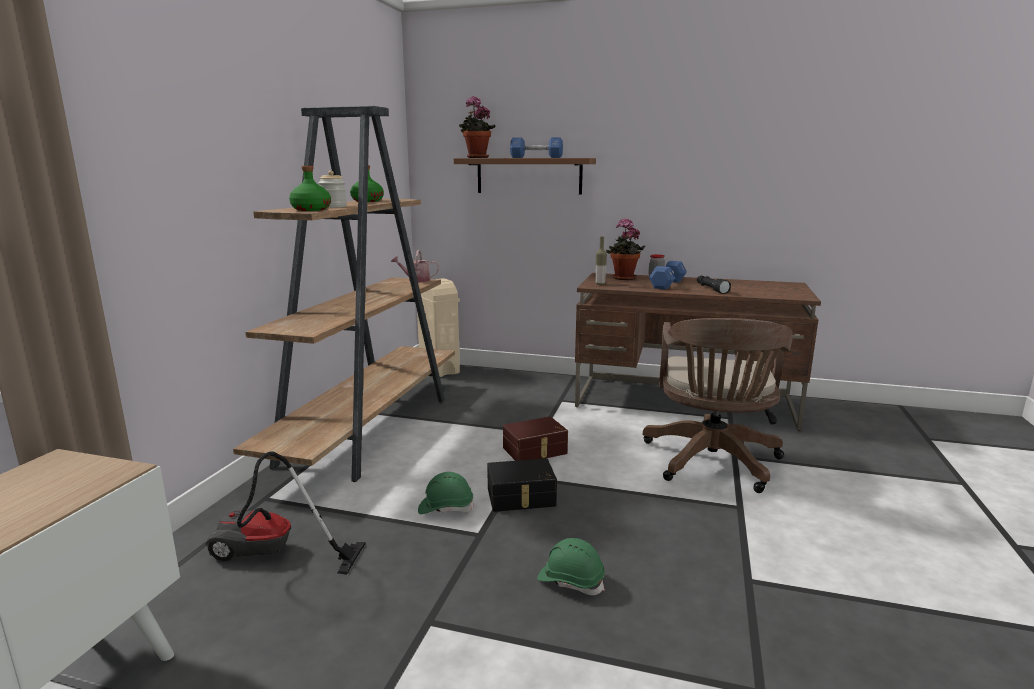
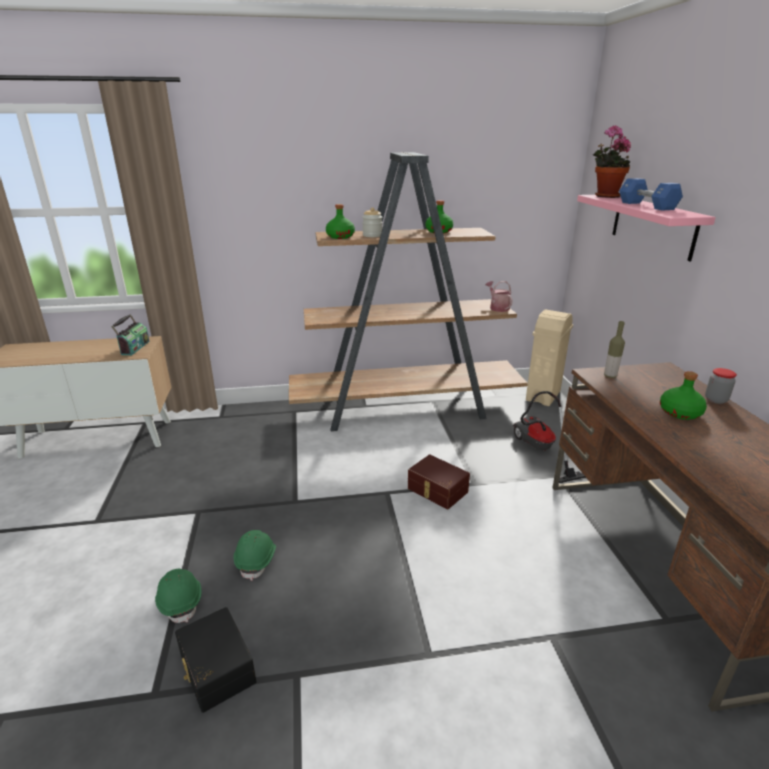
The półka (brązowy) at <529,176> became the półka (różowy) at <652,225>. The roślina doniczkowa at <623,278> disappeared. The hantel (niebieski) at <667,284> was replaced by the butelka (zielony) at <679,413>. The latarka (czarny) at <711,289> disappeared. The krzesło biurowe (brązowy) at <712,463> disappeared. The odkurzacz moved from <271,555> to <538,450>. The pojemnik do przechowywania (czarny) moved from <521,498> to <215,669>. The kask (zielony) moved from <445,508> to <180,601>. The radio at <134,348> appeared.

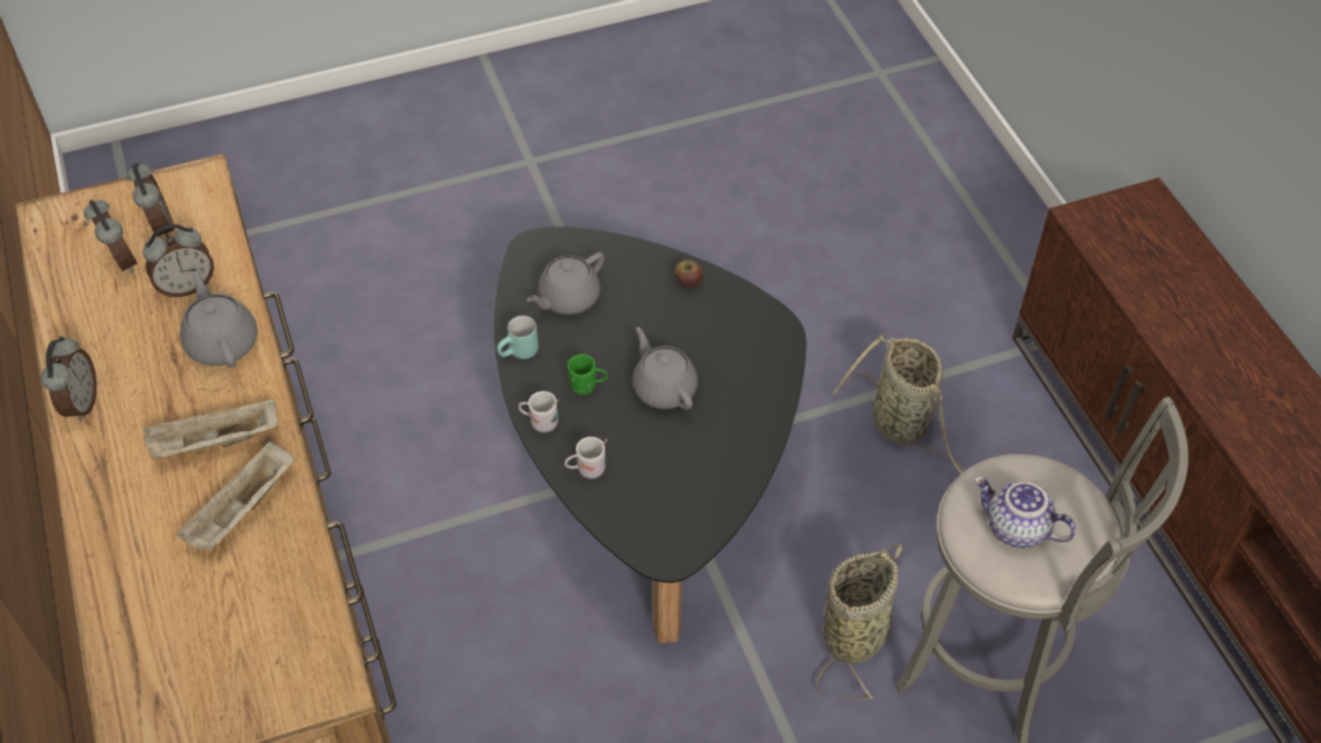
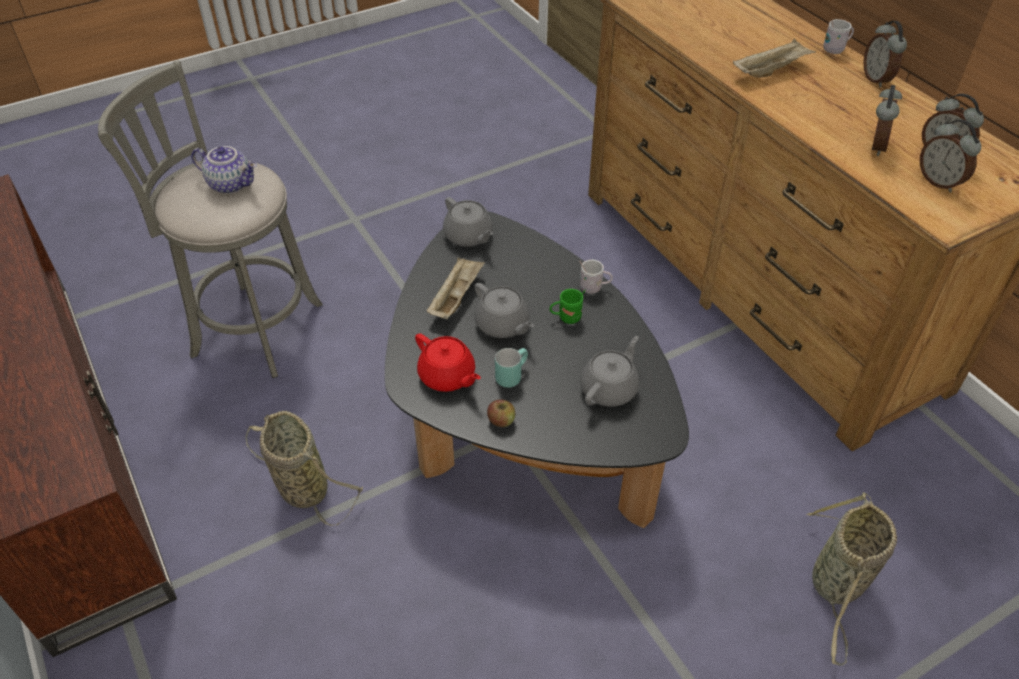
The budzik at <187,286> turned 150 degrees clockwise. The imbryk (szary) moved from <222,342> to <468,236>. The kubek (turkusowy) moved from <519,354> to <511,374>. The kubek (biały) moved from <587,470> to <835,49>. The taca (beżowy) moved from <242,511> to <456,297>. The koszyk moved from <856,633> to <837,585>. The imbryk (czerwony) at <447,376> appeared.

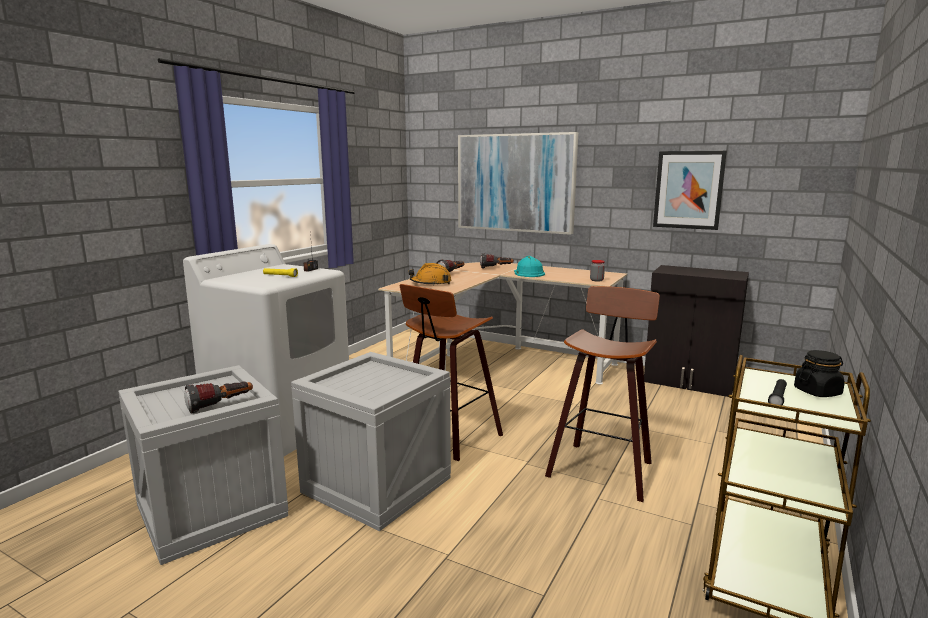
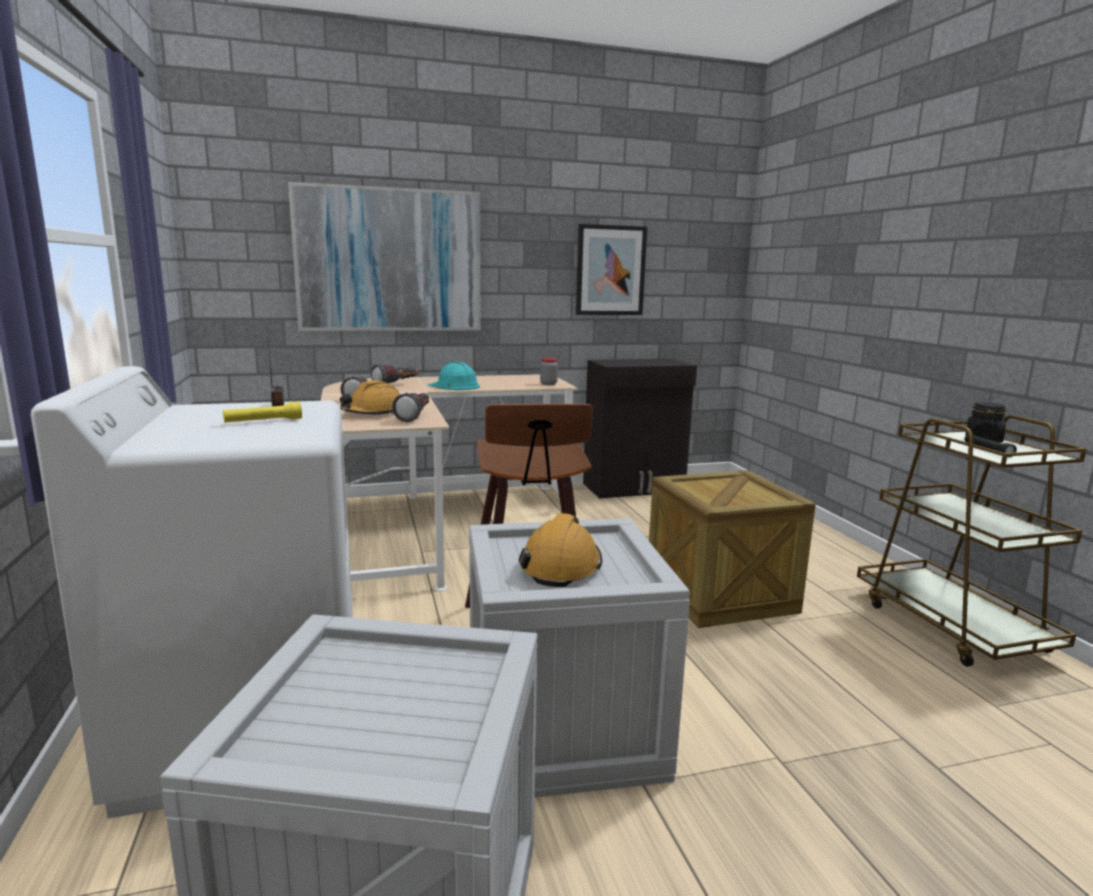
The stołek at <602,468> was replaced by the skrzynka at <720,594>. The latarka moved from <221,406> to <416,417>. The kask (pomarańczowy) at <561,566> appeared.

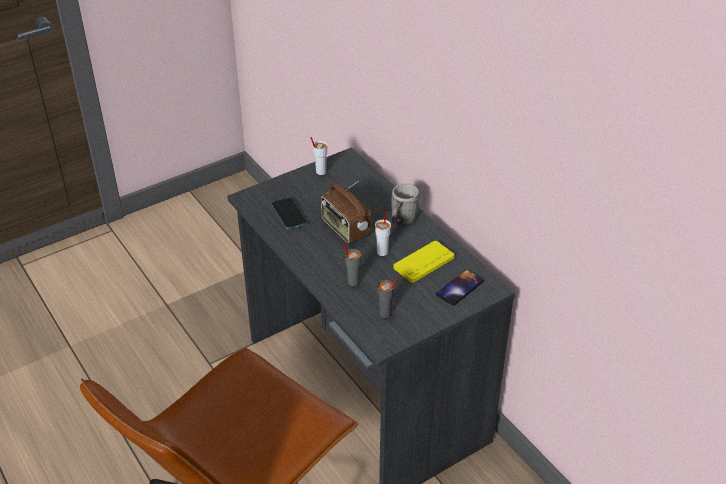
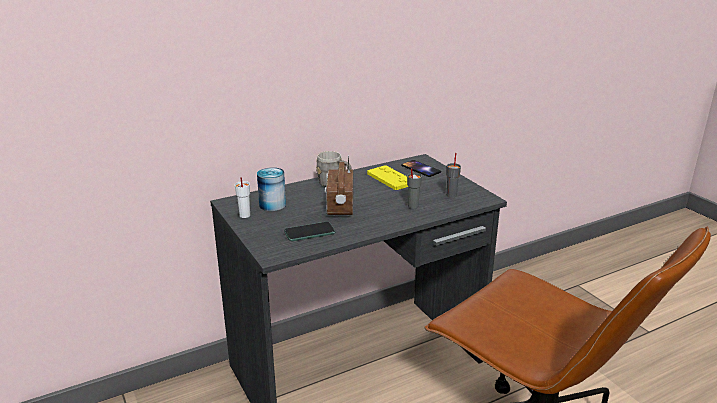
The radio at <345,229> turned 120 degrees clockwise. The filiżanka (biały) at <382,252> disappeared. The puszka at <272,205> appeared.

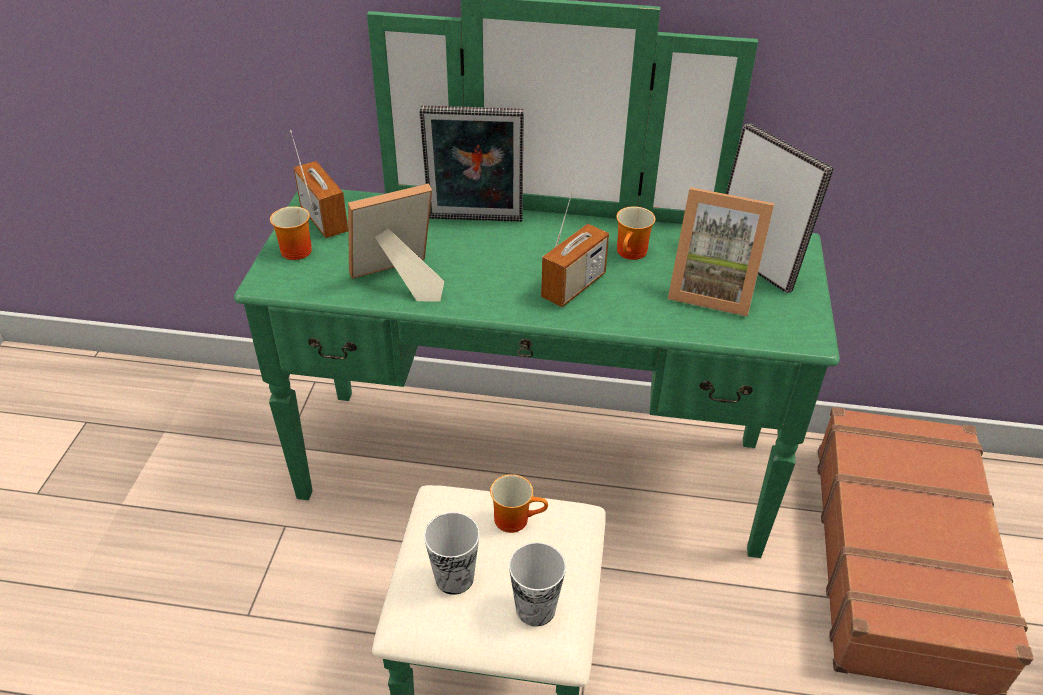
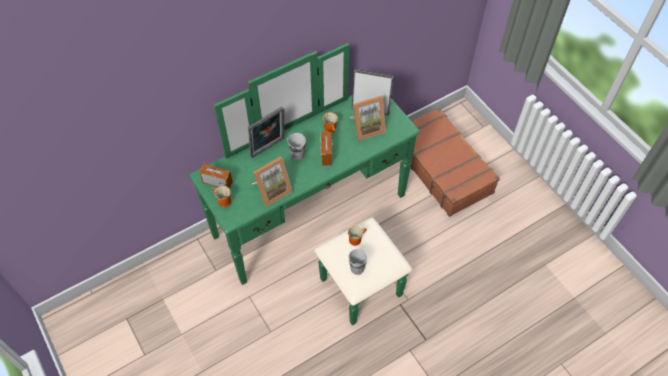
The ramka na zdjęcie at <397,282> turned 150 degrees counterclockwise. The filiżanka moved from <535,608> to <297,155>.

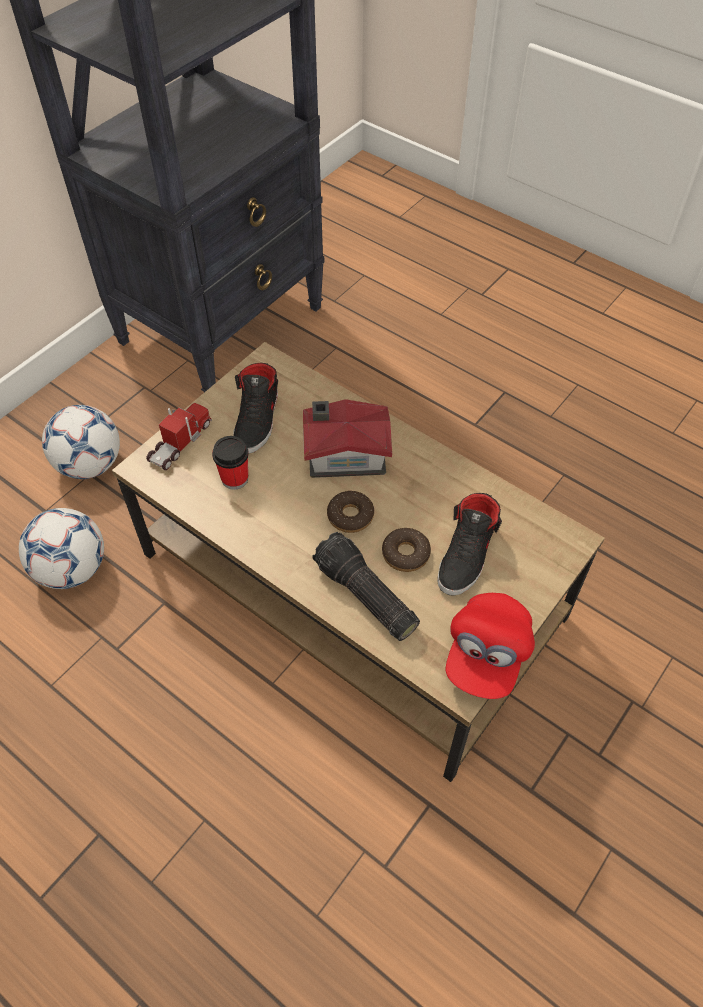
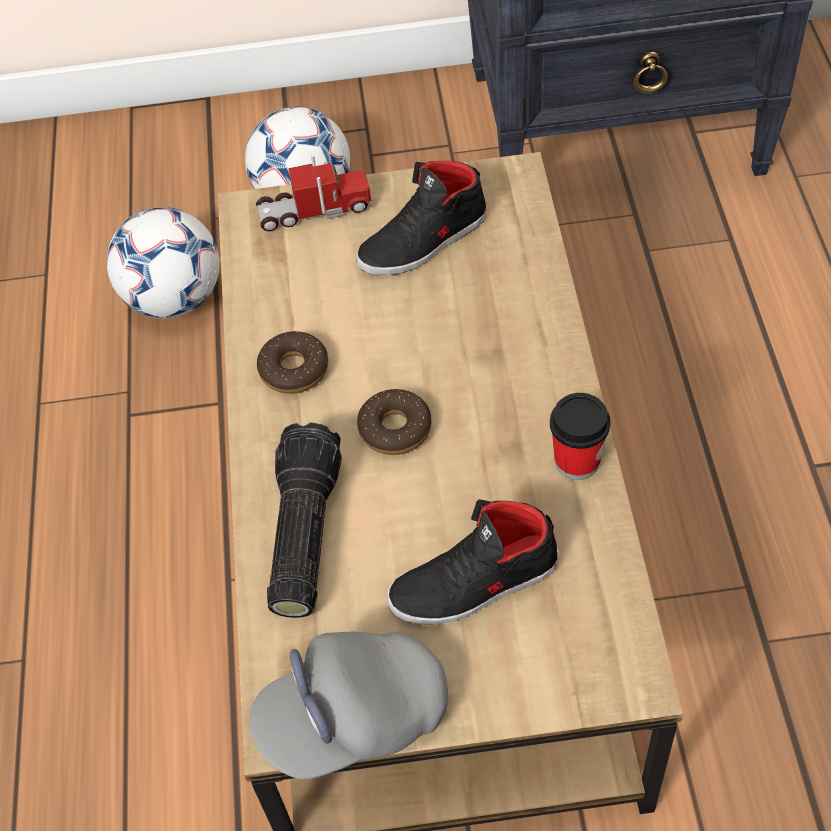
The domek at <344,454> disappeared. The filiżanka moved from <235,479> to <577,461>. The donut moved from <405,554> to <294,369>. The czapka z daszkiem (czerwony) at <486,654> became the czapka z daszkiem (szary) at <354,718>.

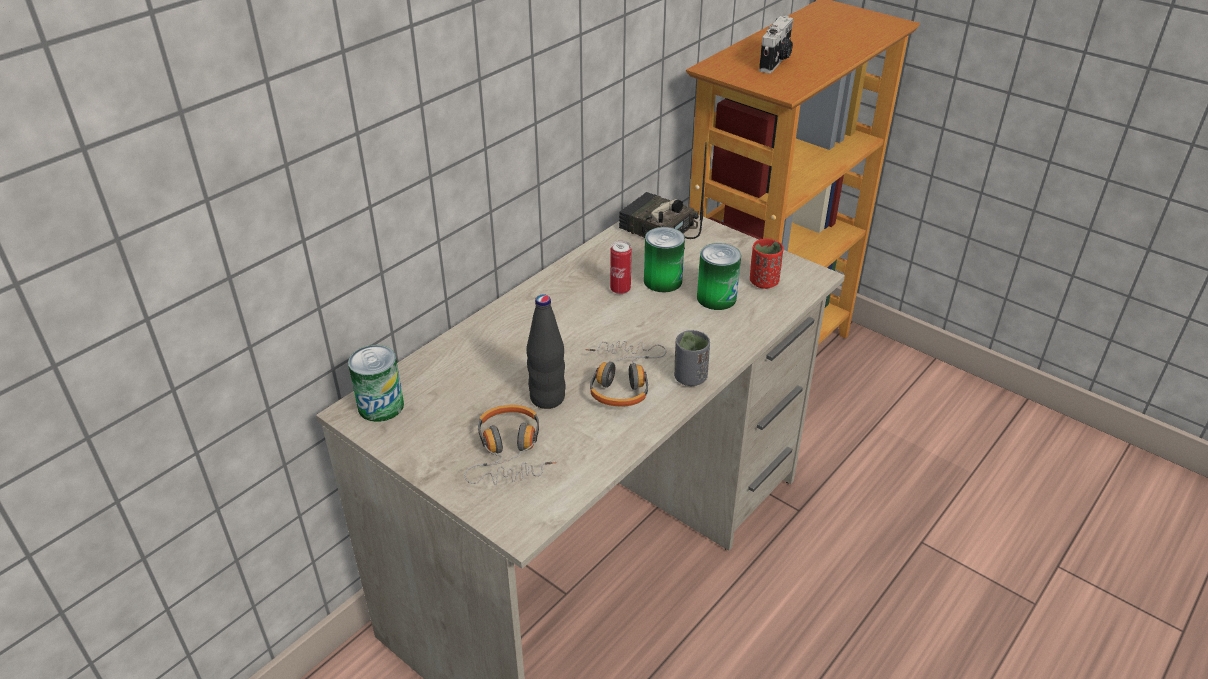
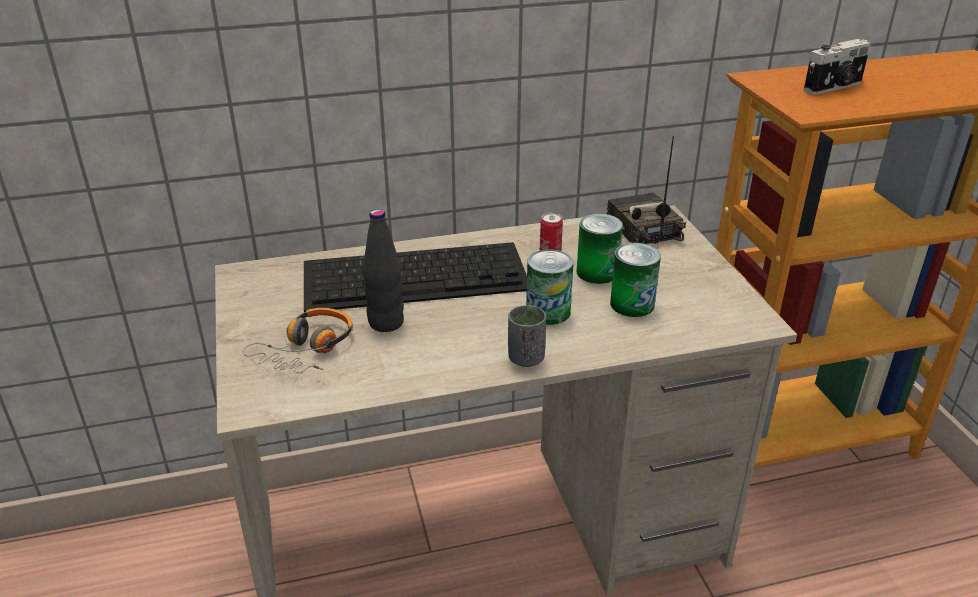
The filiżanka (czerwony) at <763,282> disappeared. The słuchawki at <622,380> disappeared. The puszka moved from <381,406> to <548,312>. The klawiatura at <417,275> appeared.

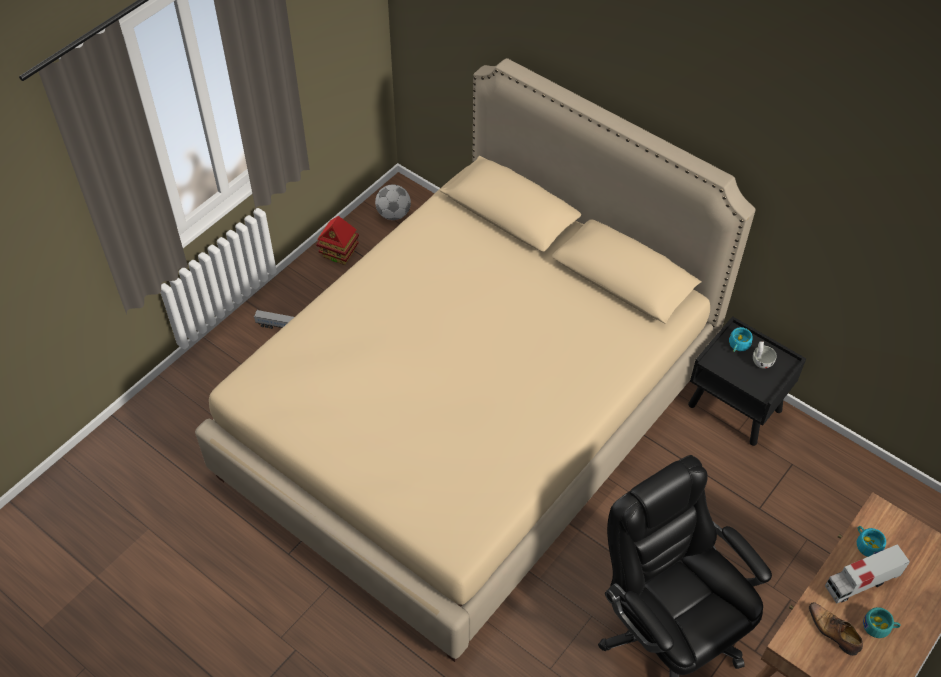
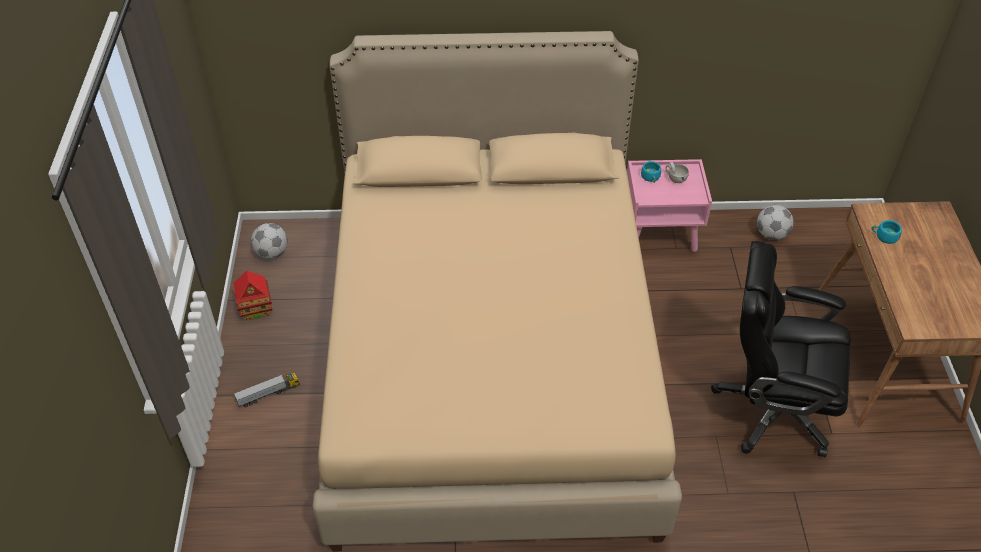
The szafka nocna (czarny) at <735,408> became the szafka nocna (różowy) at <660,235>. The ciężarówka zabawkowa at <861,582> disappeared. The but at <833,632> disappeared. The filiżanka (turkusowy) at <879,627> disappeared. The piłka futbolowa at <771,234> appeared.

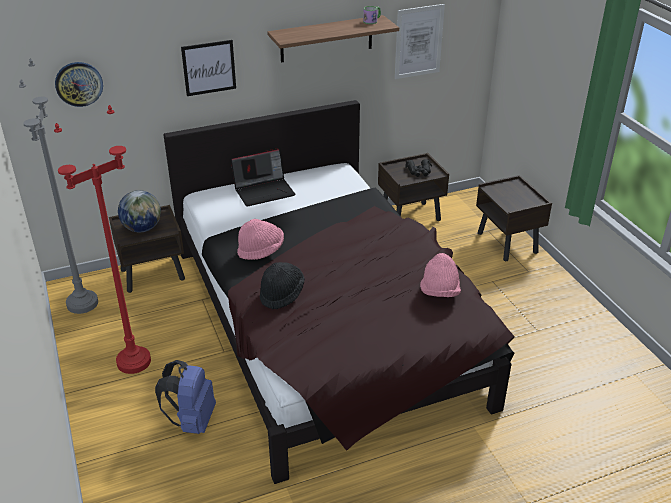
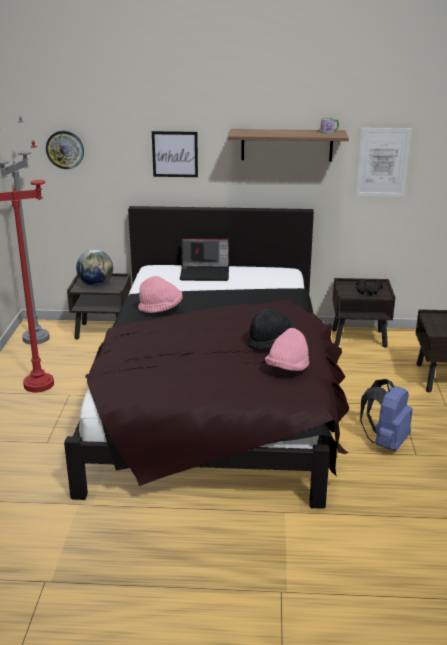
The kapelusz (czarny) moved from <281,294> to <270,342>. The plecak (niebieski) moved from <192,420> to <385,442>.

